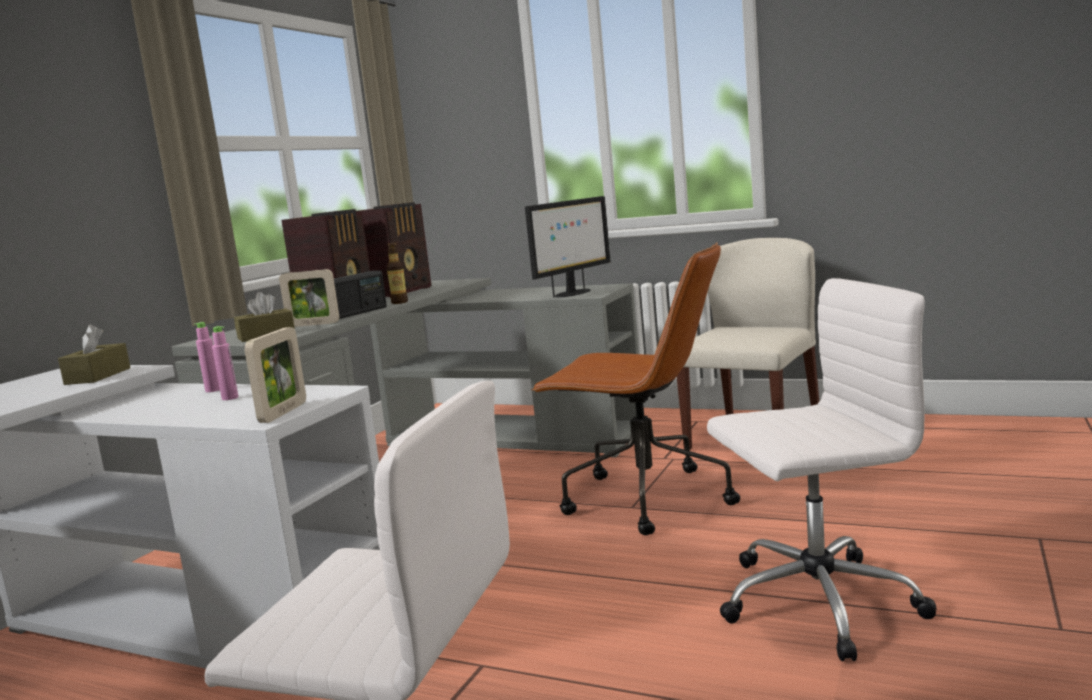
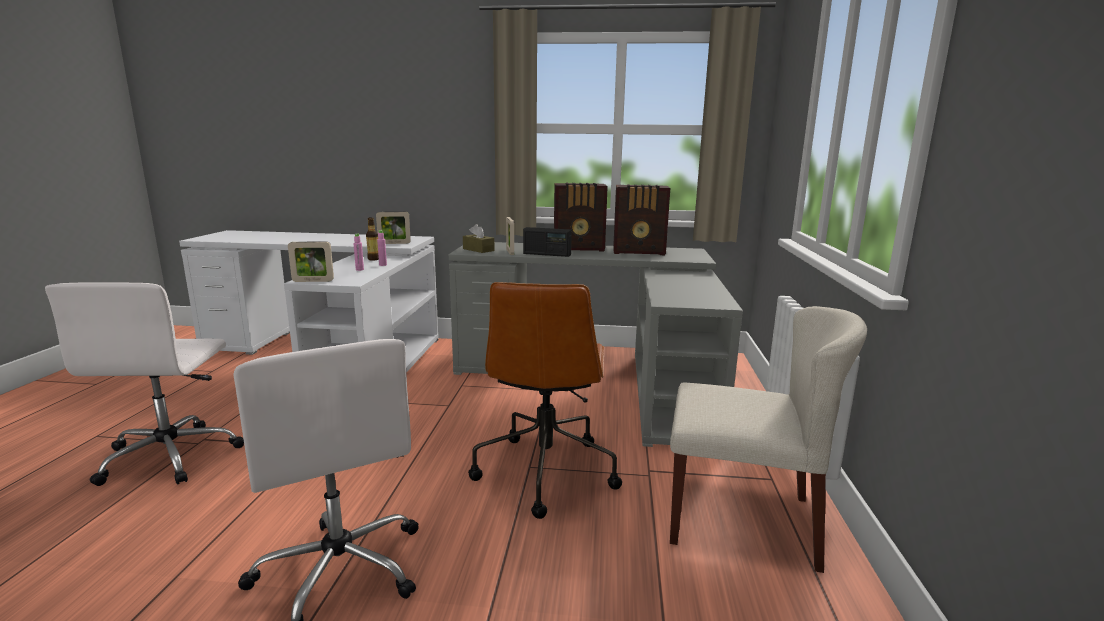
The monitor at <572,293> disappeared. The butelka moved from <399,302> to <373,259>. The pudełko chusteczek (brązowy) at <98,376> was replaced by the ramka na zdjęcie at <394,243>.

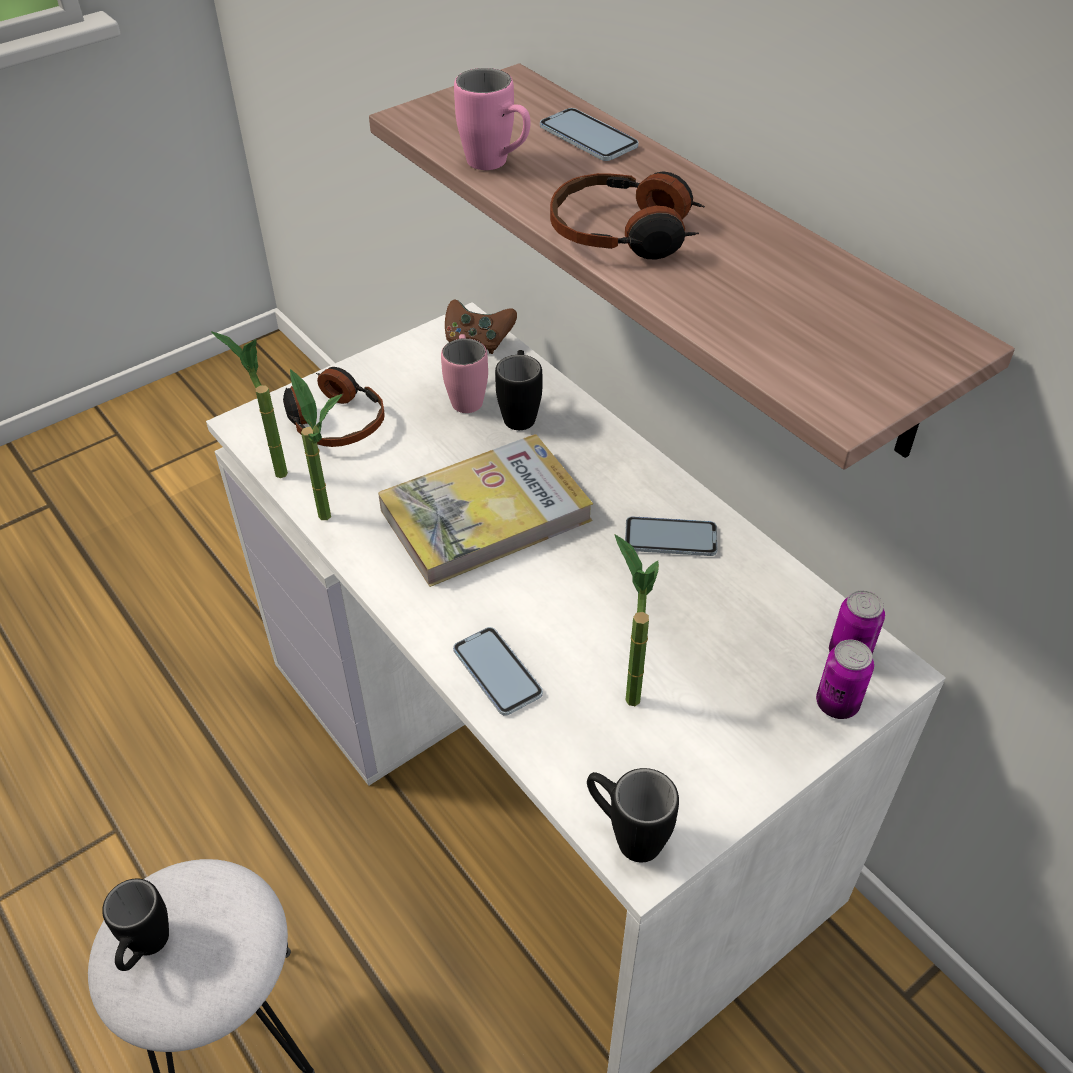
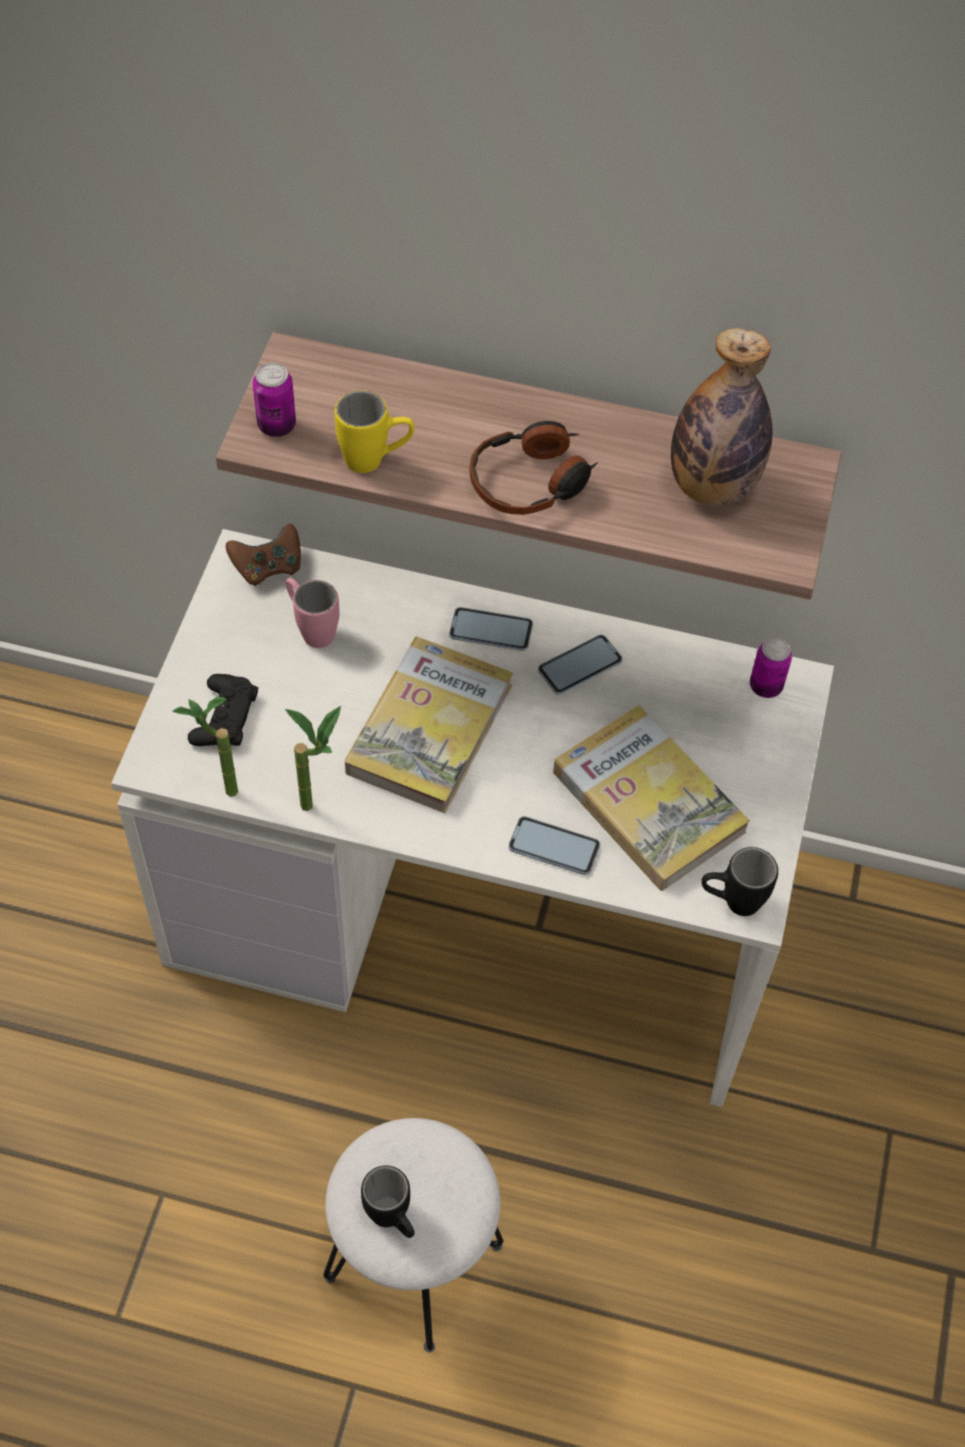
The kubek (różowy) at <497,165> became the kubek (żółty) at <376,460>. The telefon moved from <588,137> to <491,630>. The kubek (czarny) at <520,412> disappeared. The słuchawki at <334,421> was replaced by the pad do gier (czarny) at <224,717>. The roślina doniczkowa at <627,687> was replaced by the książka at <648,801>. The puszka moved from <837,704> to <276,426>. The butelka at <712,486> appeared.

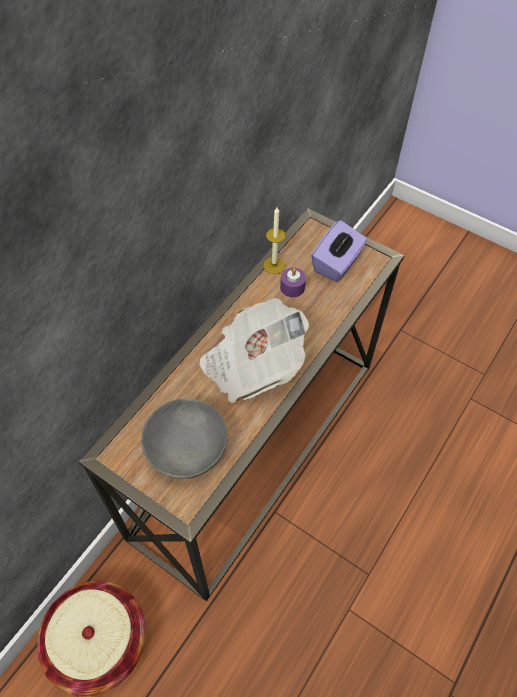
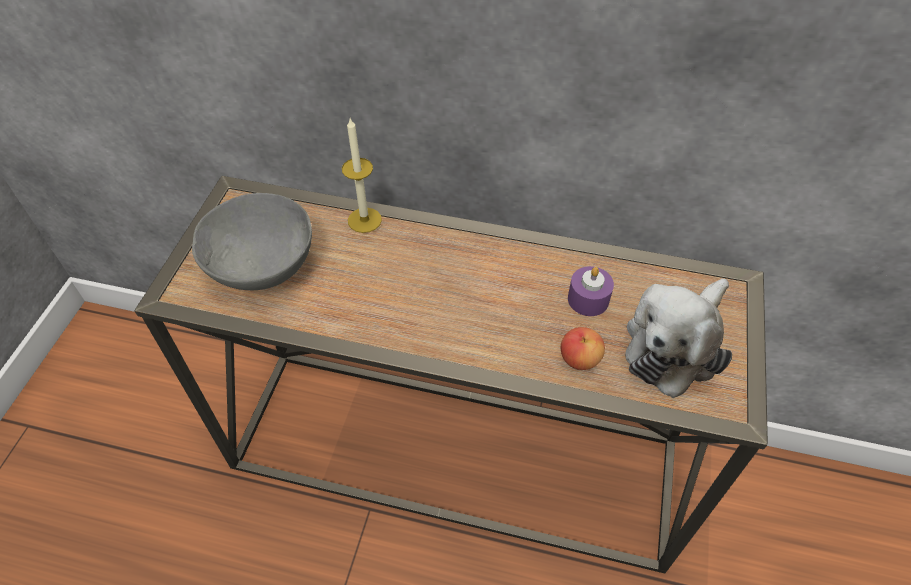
The świeca moved from <274,265> to <364,220>. The pudełko chusteczek (fioletowy) at <337,264> was replaced by the pluszak at <675,345>. The gazeta at <252,365> disappeared. The koszyk at <98,641> disappeared. The jabłko at <579,359> appeared.

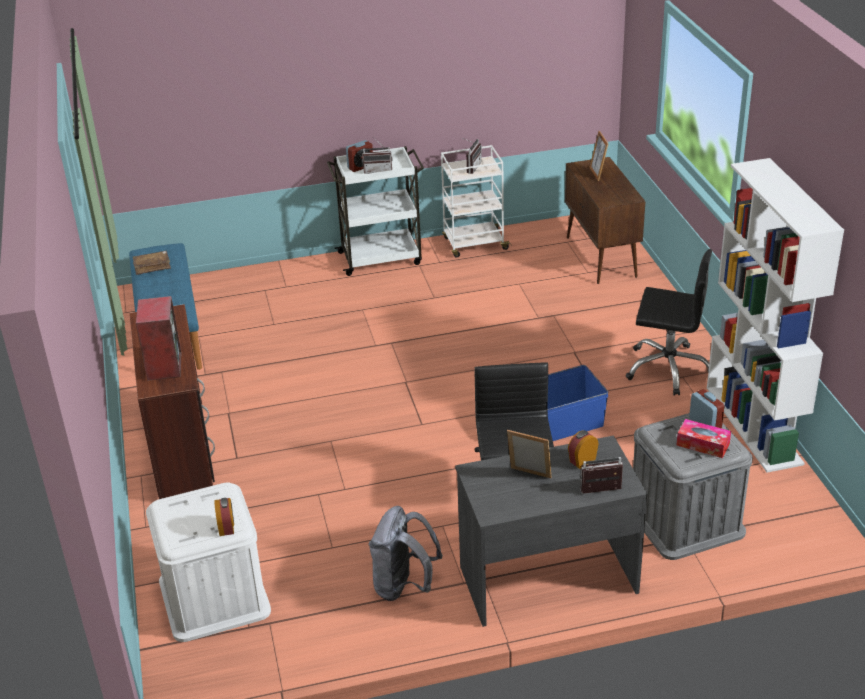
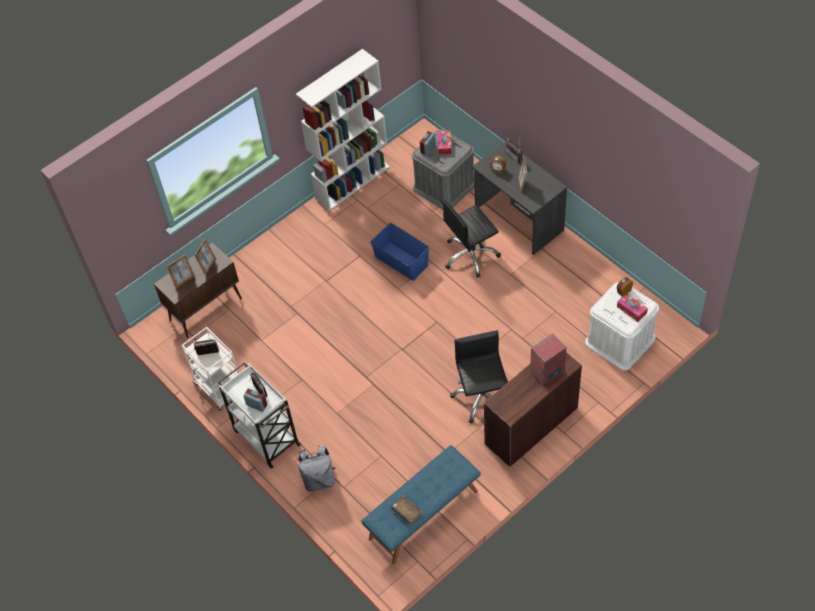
The krzesło biurowe (czarny) moved from <668,368> to <481,397>. The plecak (szary) moved from <404,586> to <319,479>. The ramka na zdjęcie at <208,266> appeared. The pudełko chusteczek at <631,310> appeared.

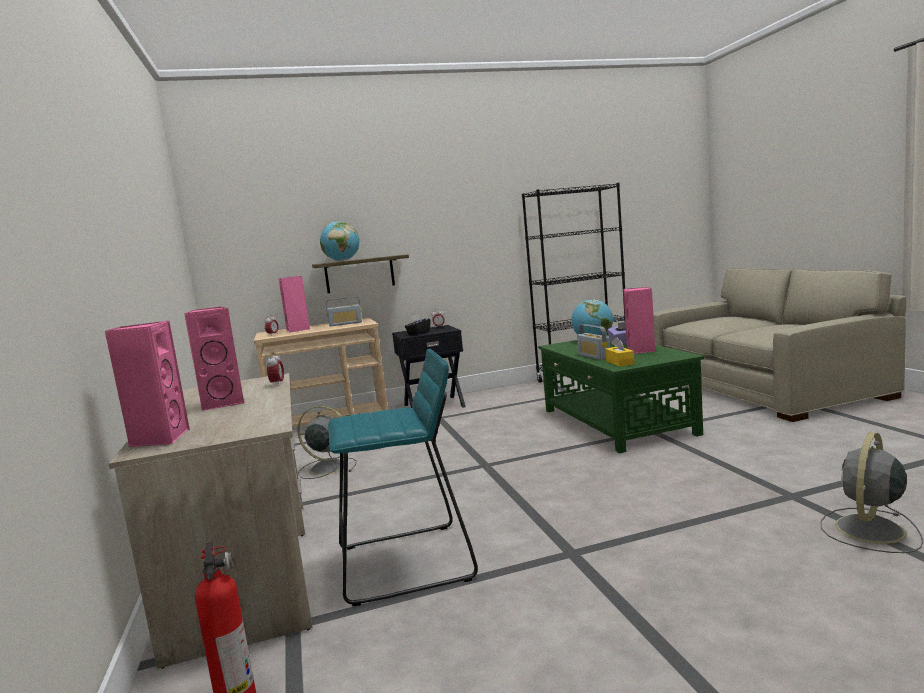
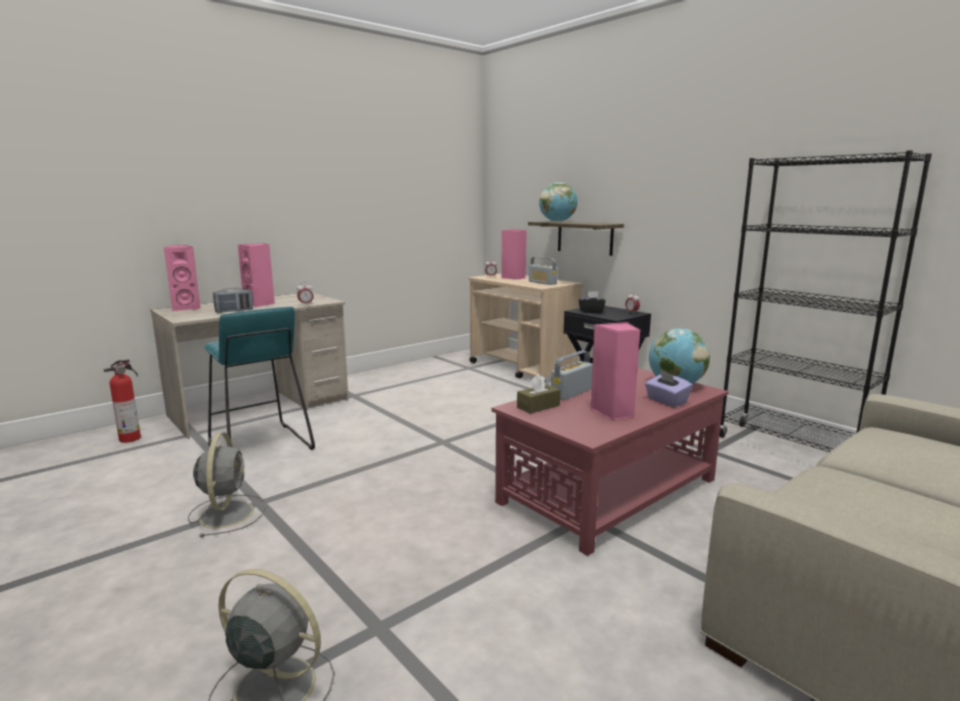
The ława (zielony) at <616,422> became the ława (czerwony) at <607,491>. The pudełko chusteczek (żółty) at <619,362> became the pudełko chusteczek (brązowy) at <538,406>. The wentylator (szary) moved from <327,468> to <227,513>. The radio at <234,311> appeared.

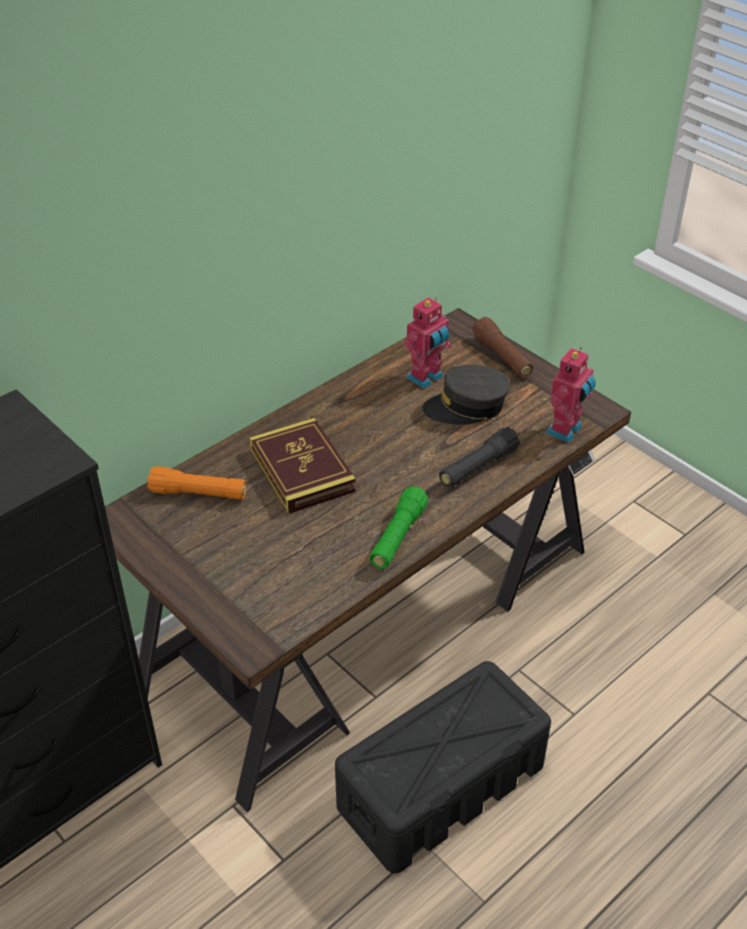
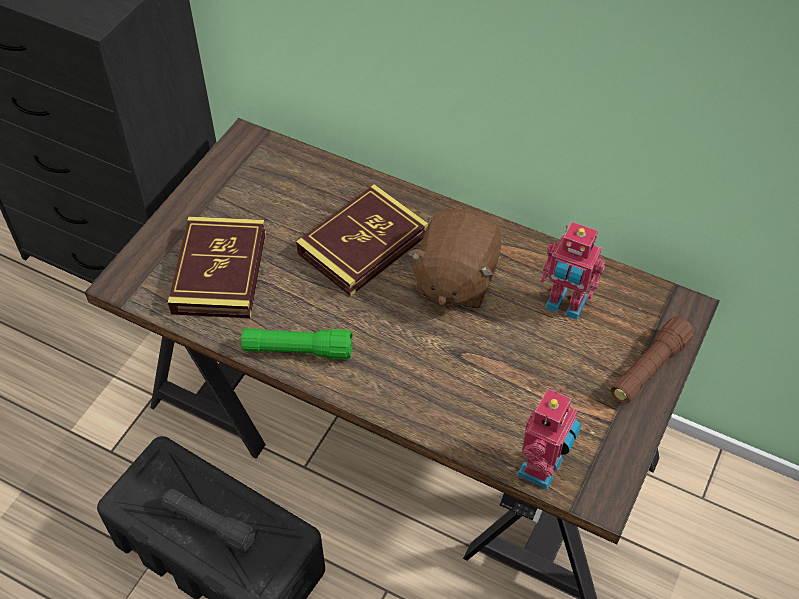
The robot zabawkowy at <566,431> turned 75 degrees counterclockwise. The czapka z daszkiem (szary) at <466,407> disappeared. The latarka (czarny) moved from <478,467> to <210,525>. The latarka (pomarańczowy) at <199,493> disappeared. The pluszak (brązowy) at <454,279> appeared. The książka at <219,272> appeared.

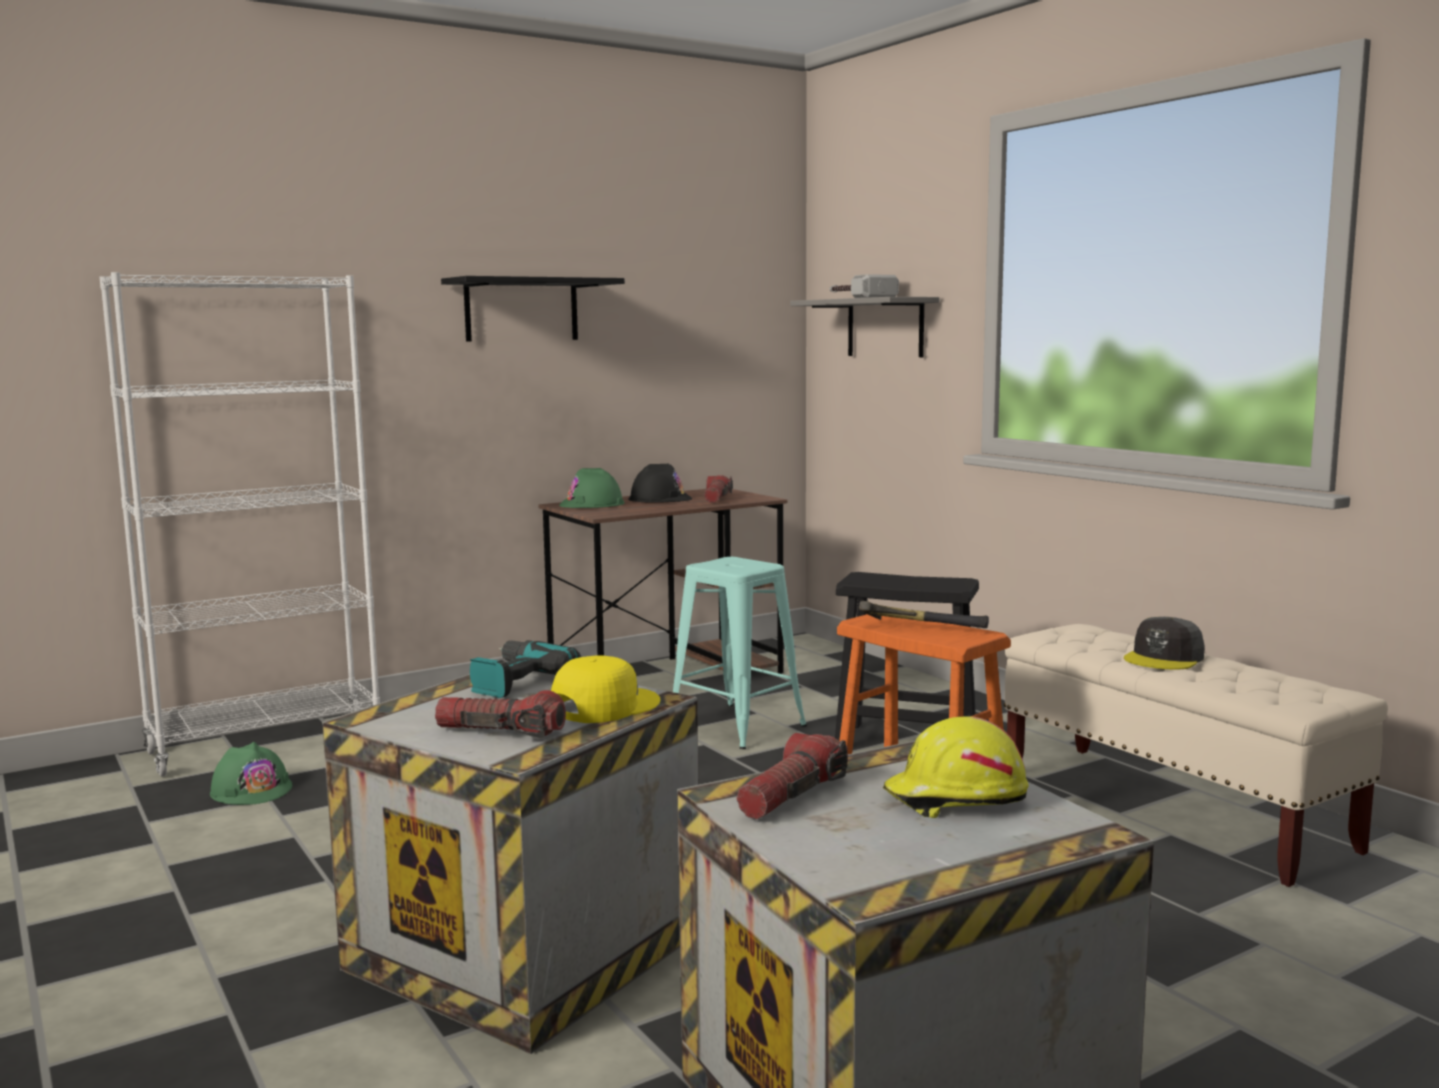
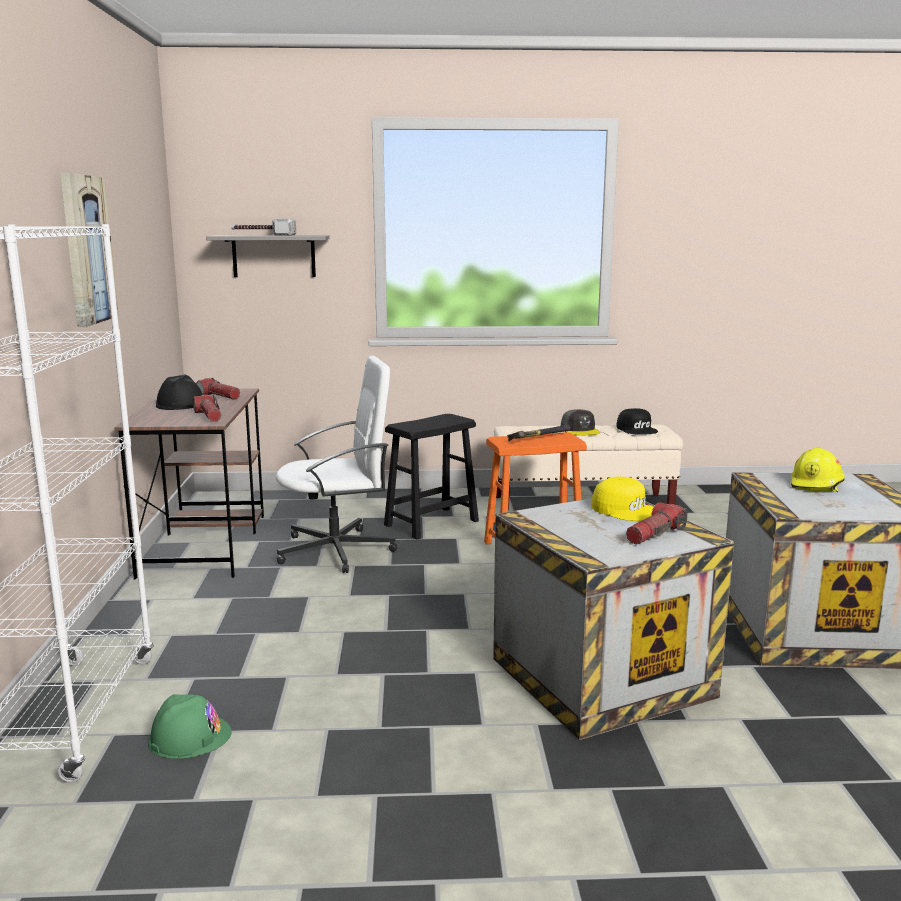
The półka (czarny) at <521,310> was replaced by the obraz at <87,250>. The kask (zielony) at <592,504> disappeared. The stołek (turkusowy) at <736,726> was replaced by the krzesło biurowe (biały) at <337,550>. The wiertarka at <514,681> disappeared. The czapka z daszkiem (żółty) at <603,706> turned 150 degrees clockwise. The latarka moved from <792,796> to <209,416>. The czapka z daszkiem (czarny) at <637,429> appeared.

